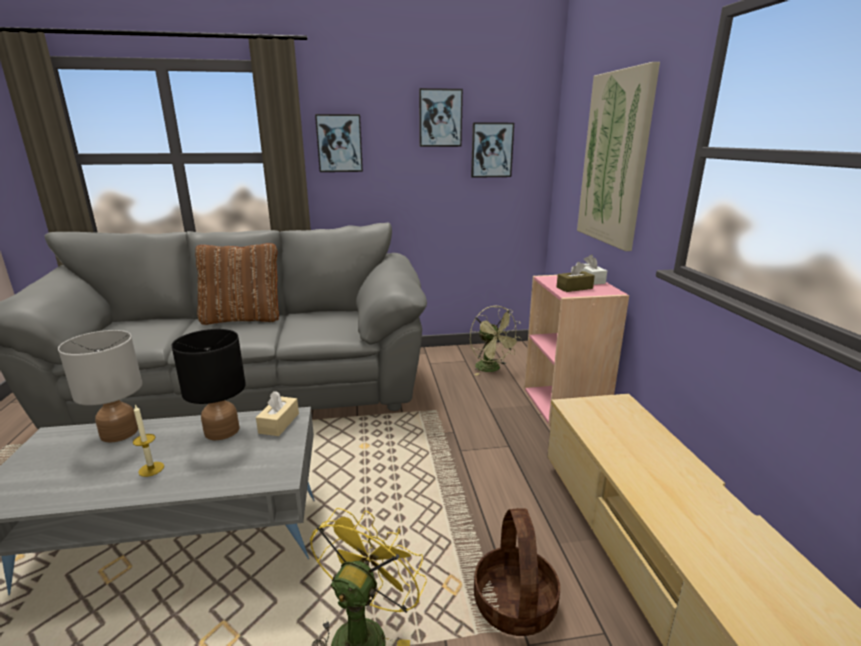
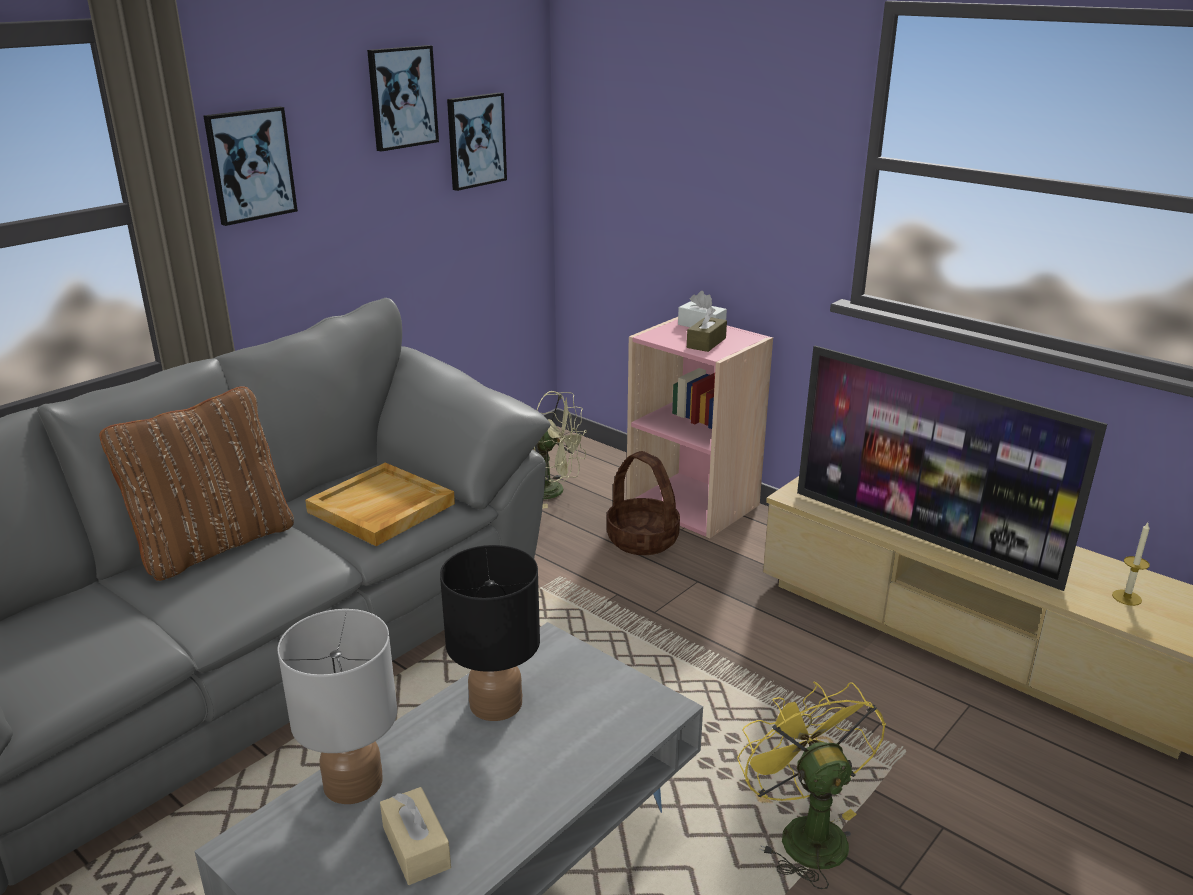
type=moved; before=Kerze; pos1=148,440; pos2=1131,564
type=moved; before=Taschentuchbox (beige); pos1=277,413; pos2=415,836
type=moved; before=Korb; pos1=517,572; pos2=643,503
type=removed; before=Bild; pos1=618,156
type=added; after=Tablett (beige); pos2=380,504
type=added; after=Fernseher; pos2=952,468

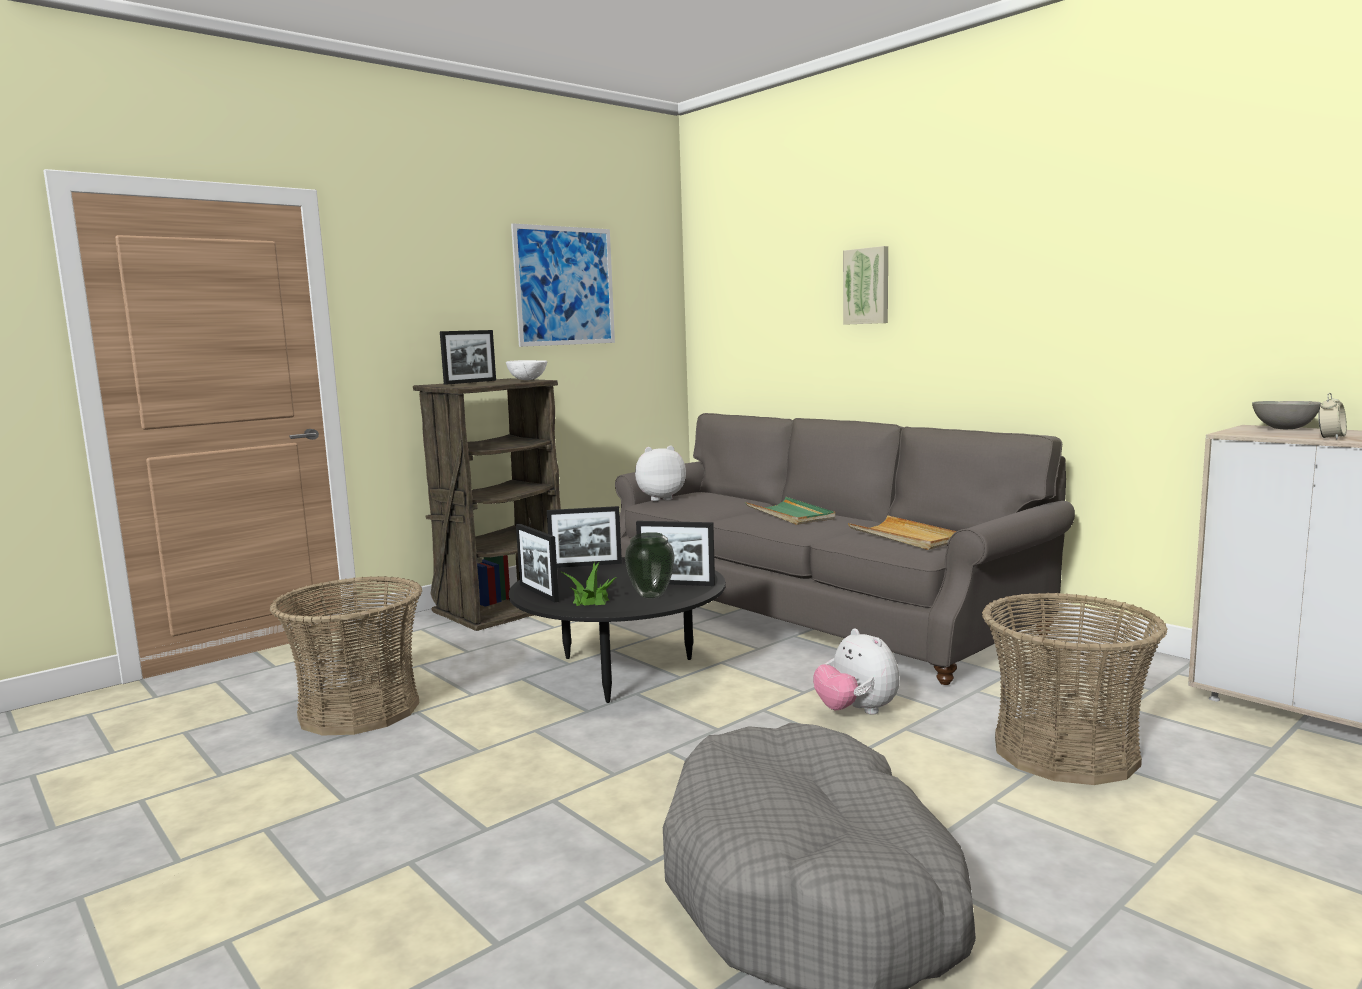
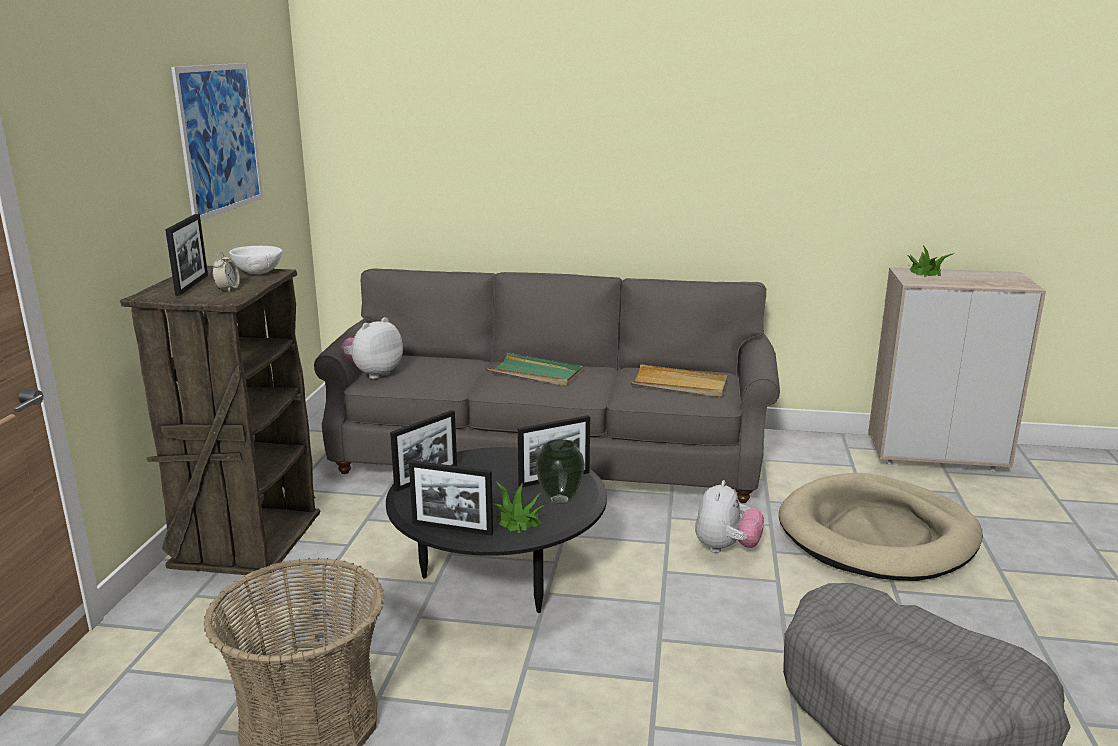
type=turned; before=Plüschtier; pos1=856,671; pos2=729,516; turn=-90
type=removed; before=Bild; pos1=865,285
type=replaced; before=Korb; after=Hundebett (beige); pos1=1075,688; pos2=881,527
type=replaced; before=Schüssel (grau); after=Topfpflanze; pos1=1286,415; pos2=931,261
type=moved; before=Wecker; pos1=1332,416; pos2=226,271

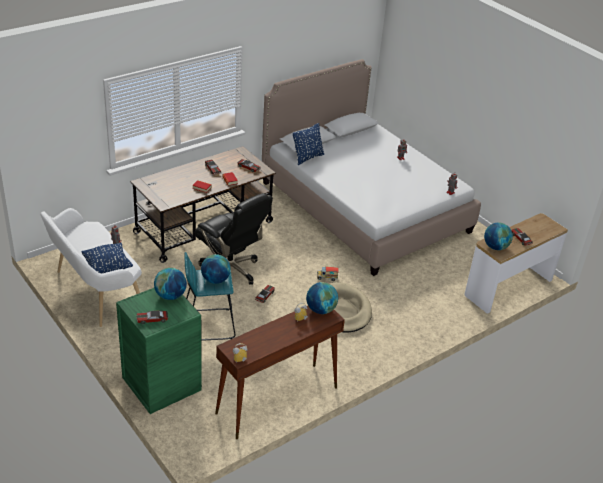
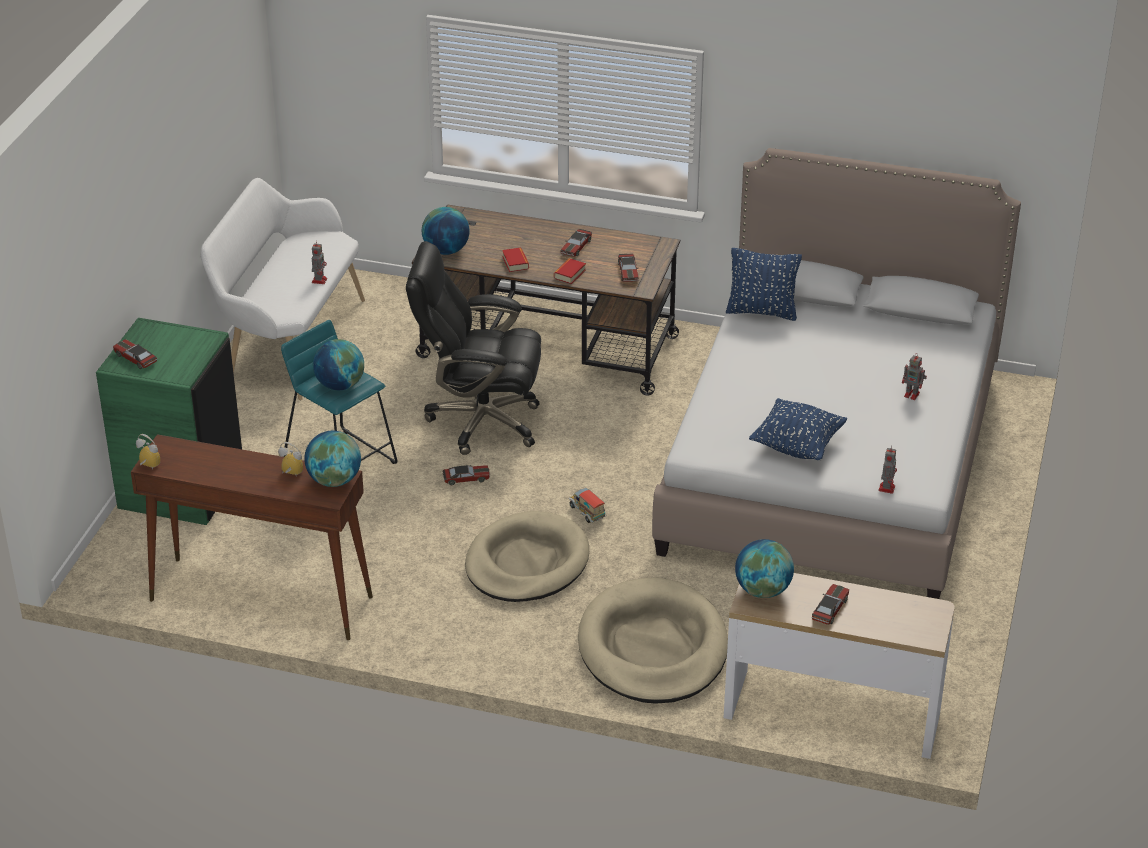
type=moved; before=Kissen (blau); pos1=107,257; pos2=798,429
type=moved; before=Globus; pos1=170,284; pos2=445,231
type=turned; before=Bürostuhl (schwarz); pos1=234,239; pos2=473,348; turn=90
type=added; after=Hundebett (beige); pos2=653,641

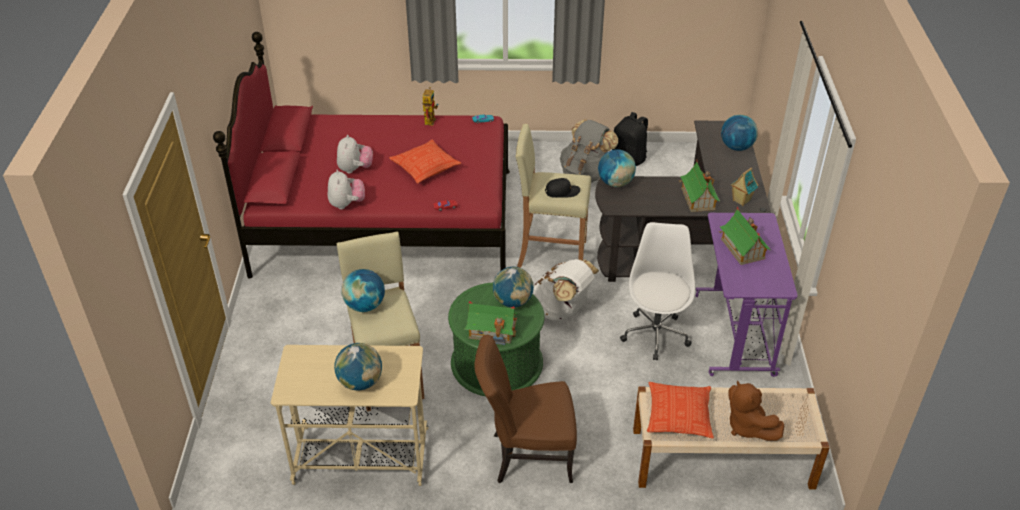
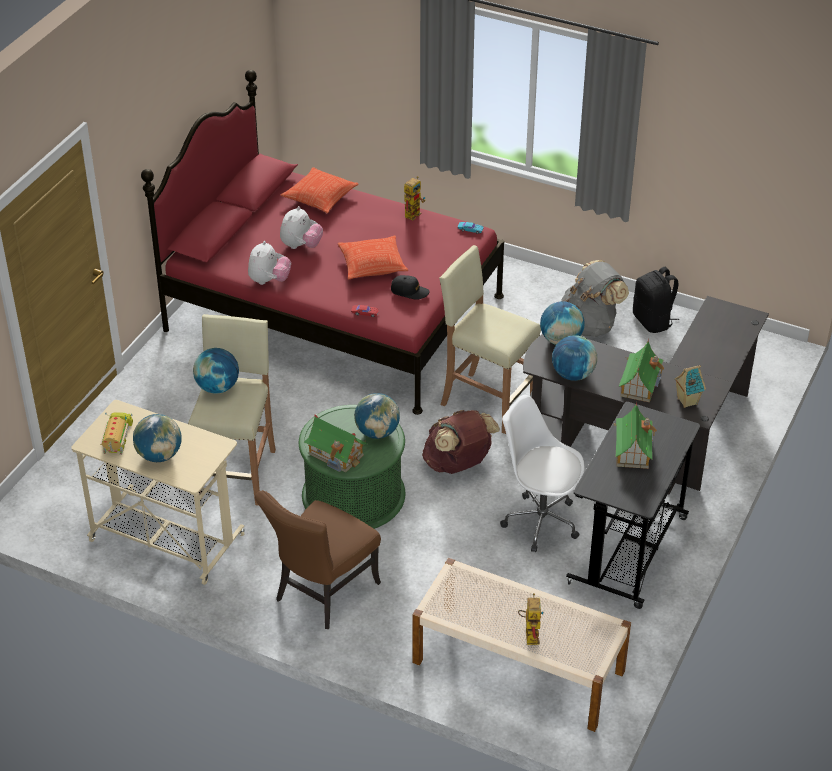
type=turned; before=Stuhl (braun); pos1=526,409; pos2=317,559; turn=-75
type=recoloured; before=Rucksack (weiß); after=Rucksack (braun); pos1=566,290; pos2=461,442
type=moved; before=Kappe (schwarz); pos1=562,188; pos2=410,287
type=turned; before=Bürostuhl (weiß); pos1=657,291; pos2=542,473; turn=-90
type=moved; before=Kissen (orange); pos1=680,410; pos2=320,190
type=recoloured; before=Schreibtisch (lila); after=Schreibtisch (schwarz); pos1=747,295; pos2=633,505
type=moved; before=Globus; pos1=739,133; pos2=574,358
type=replaced; before=Plüschtier (braun); after=Spielzeugroboter; pos1=756,410; pos2=530,619
type=added; after=Spielzeuglaster; pos2=116,433

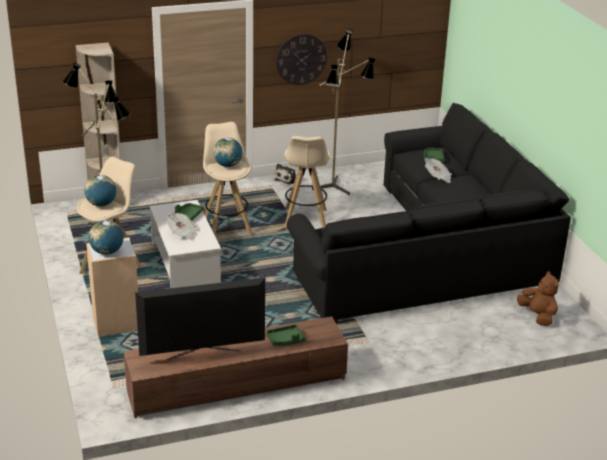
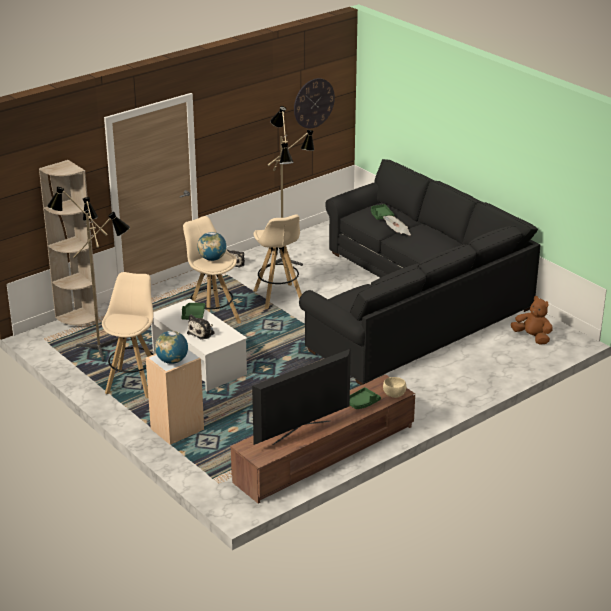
type=removed; before=Globus; pos1=100,190
type=replaced; before=Zeitung; after=Plüschtier; pos1=182,227; pos2=201,327
type=moved; before=Wanduhr; pos1=301,59; pos2=314,103
type=added; after=Schüssel (beige); pos2=394,387

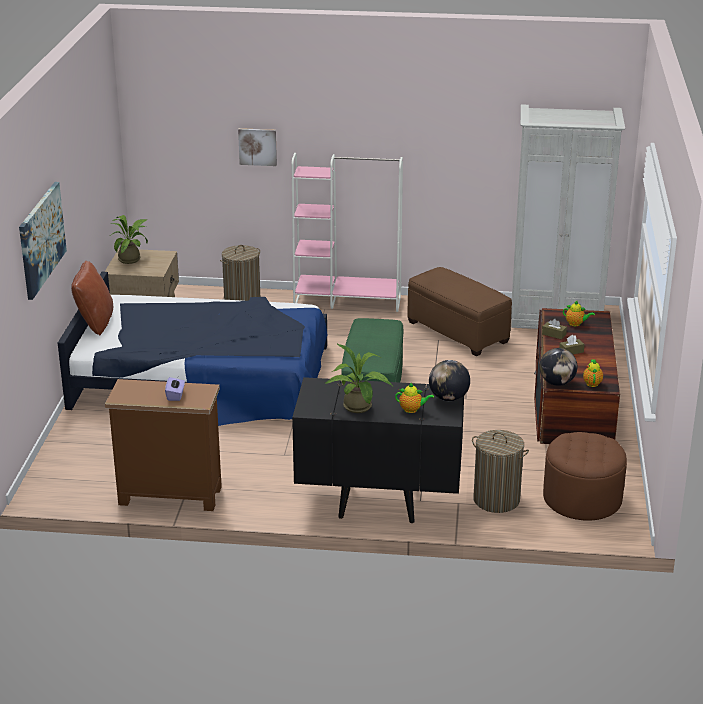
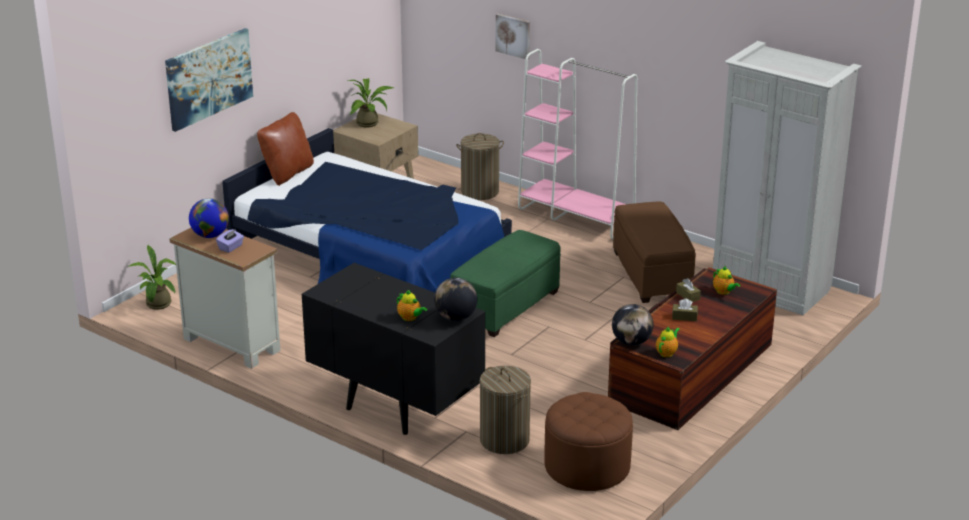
type=recoloured; before=Kommode (braun); after=Kommode (weiß); pos1=163,445; pos2=225,298
type=moved; before=Topfpflanze; pos1=359,378; pos2=152,277
type=added; after=Globus; pos2=209,218

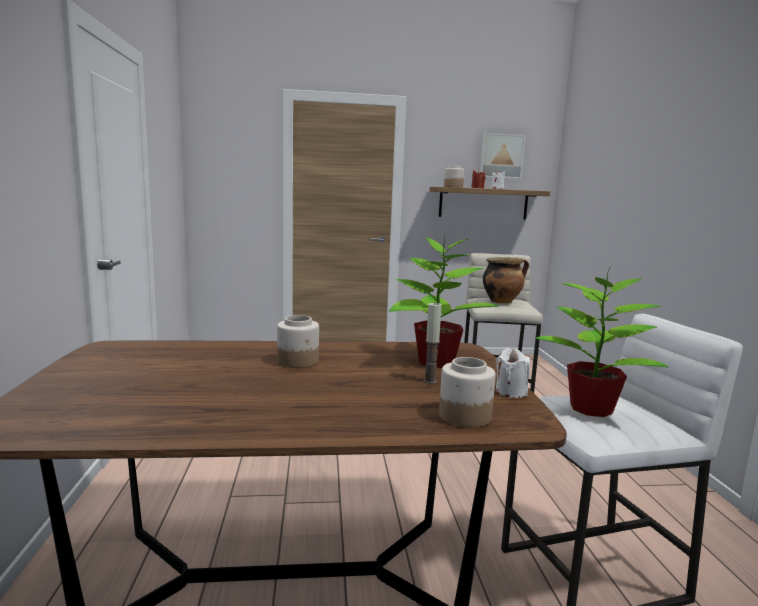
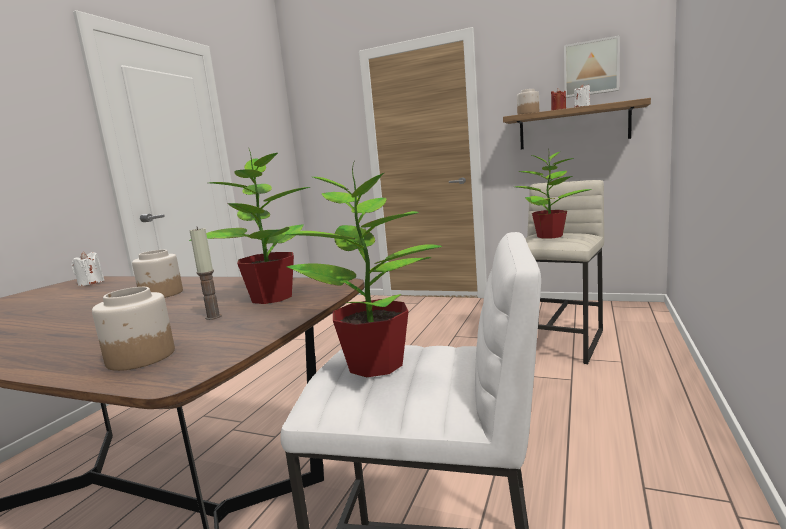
type=replaced; before=Kochtopf; after=Topfpflanze; pos1=506,280; pos2=554,193
type=moved; before=Kerze (weiß); pos1=513,373; pos2=87,269

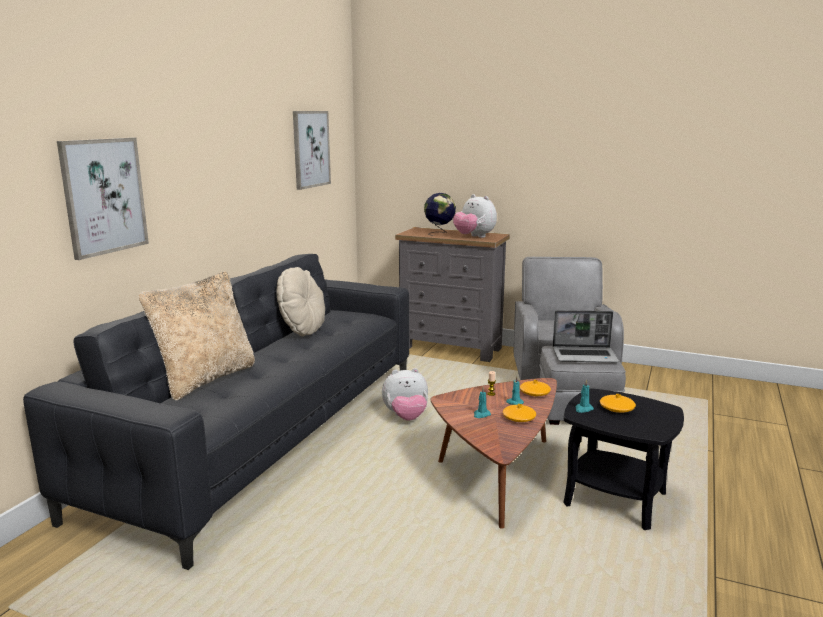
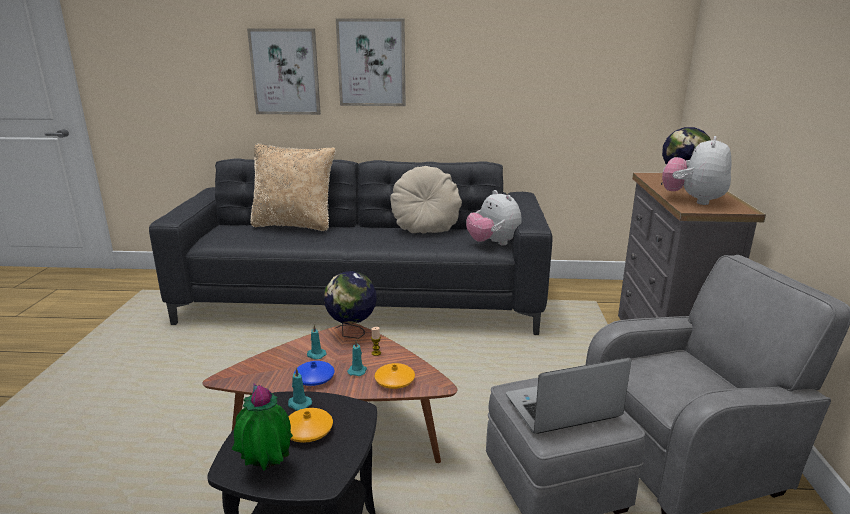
type=moved; before=Bild; pos1=312,150; pos2=370,62
type=moved; before=Plüschtier; pos1=405,394; pos2=494,217
type=recoloured; before=Vase (orange); after=Vase (blau); pos1=519,413; pos2=314,373
type=turned; before=Laptop; pos1=586,336; pos2=568,396; turn=90
type=added; after=Topfpflanze; pos2=262,427
type=added; after=Globus; pos2=350,305

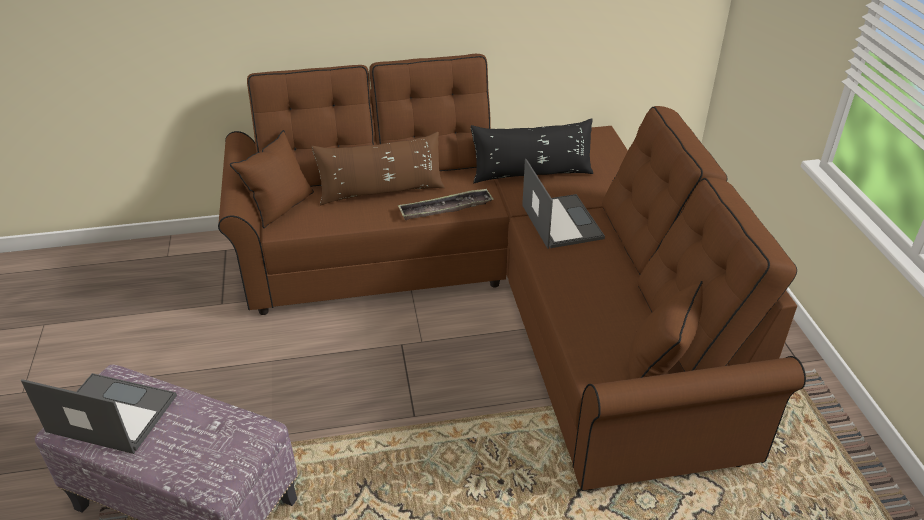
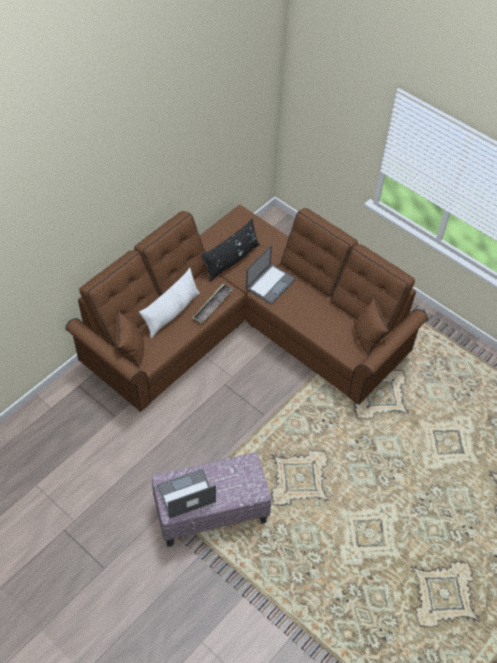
type=recoloured; before=Kissen (braun); after=Kissen (weiß); pos1=378,168; pos2=169,303
type=turned; before=Laptop; pos1=563,204; pos2=271,274; turn=90

